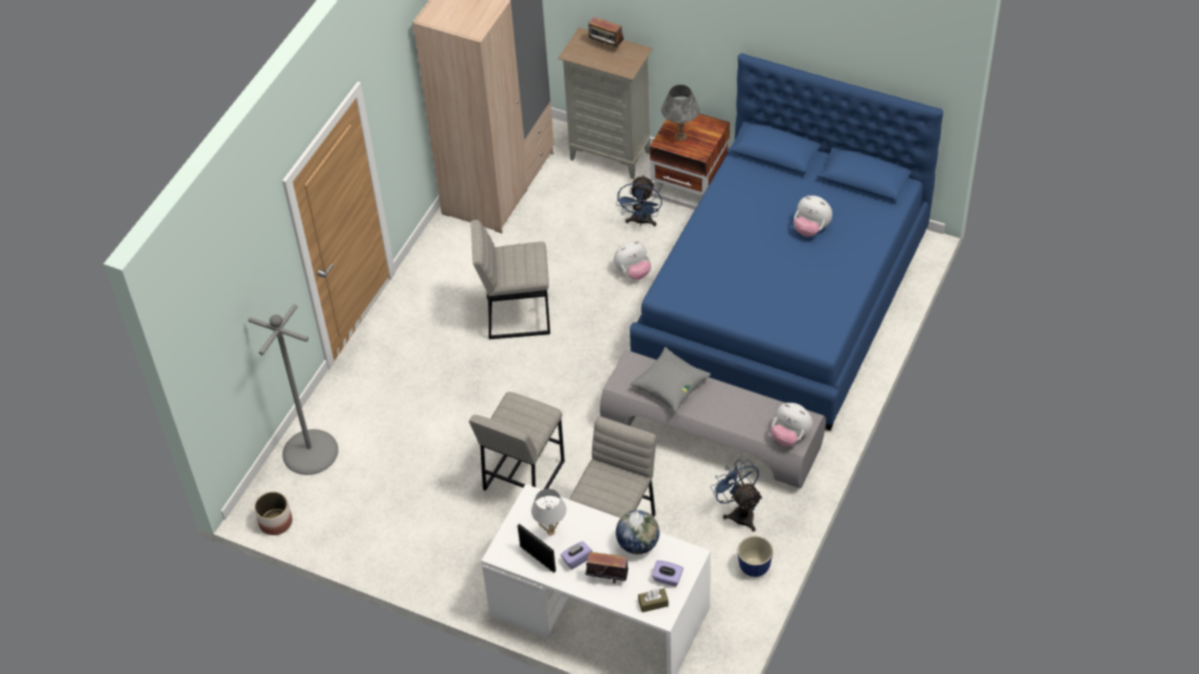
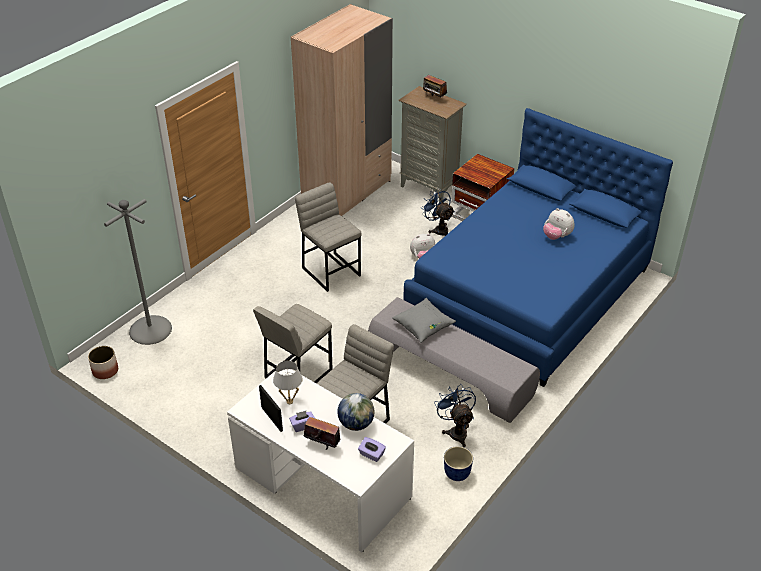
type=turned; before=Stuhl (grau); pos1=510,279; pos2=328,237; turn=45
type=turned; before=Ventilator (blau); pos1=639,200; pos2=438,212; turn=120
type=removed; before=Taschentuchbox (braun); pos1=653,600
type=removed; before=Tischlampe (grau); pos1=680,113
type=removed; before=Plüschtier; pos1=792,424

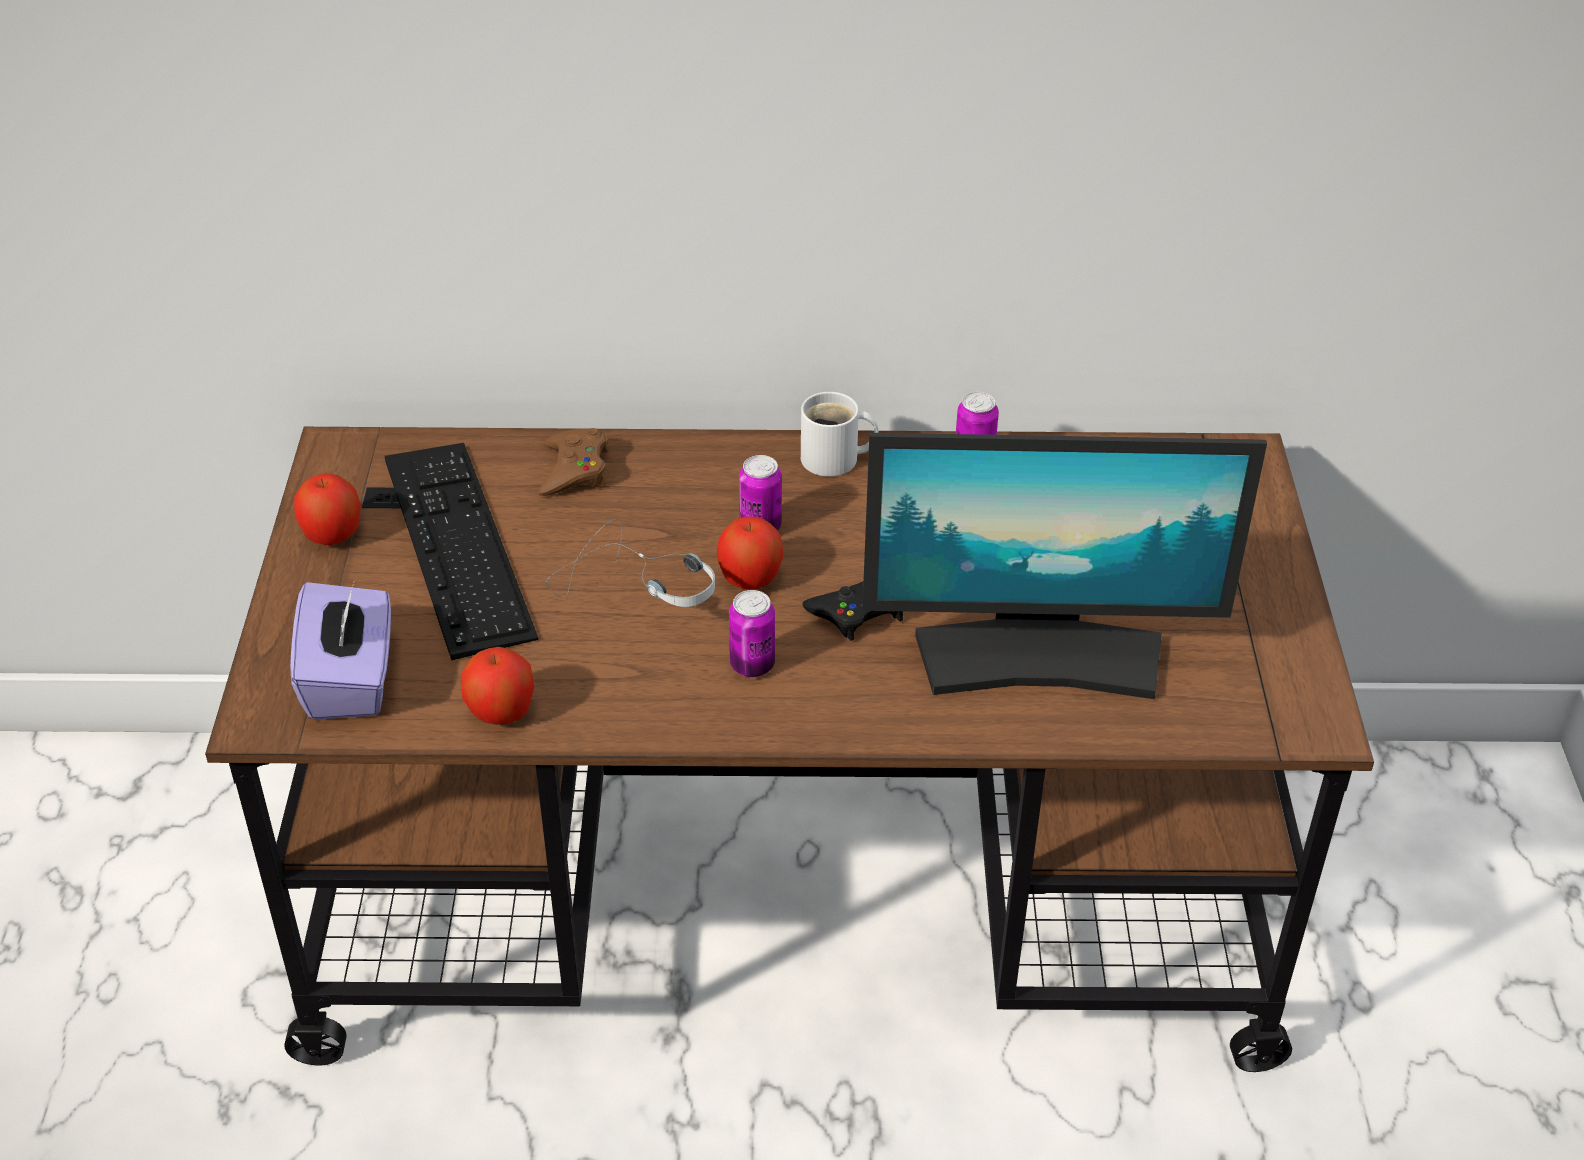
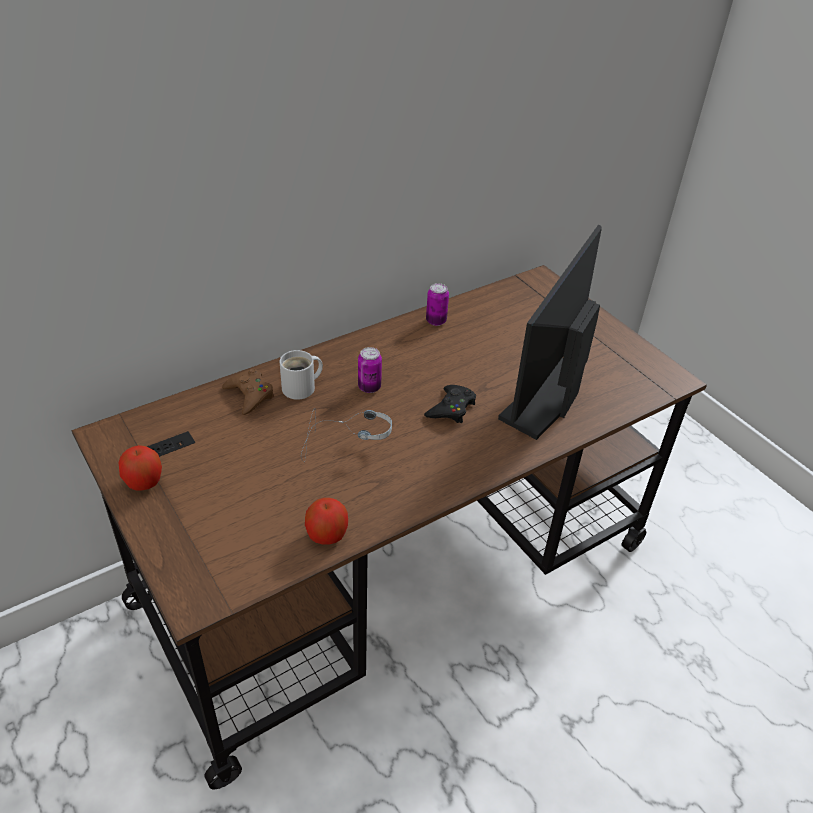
type=removed; before=Taschentuchbox (lila); pos1=340,651
type=removed; before=Tastatur; pos1=462,551
type=removed; before=Apfel; pos1=750,553
type=removed; before=Dose; pos1=752,633
type=moved; before=Henkelbecher (weiß); pos1=840,434; pos2=301,375
type=turned; before=Monitor; pos1=1064,566; pos2=550,332; turn=150

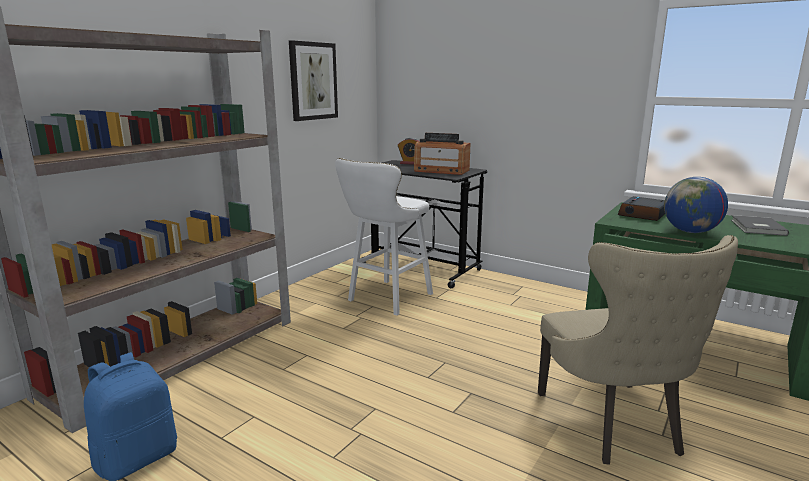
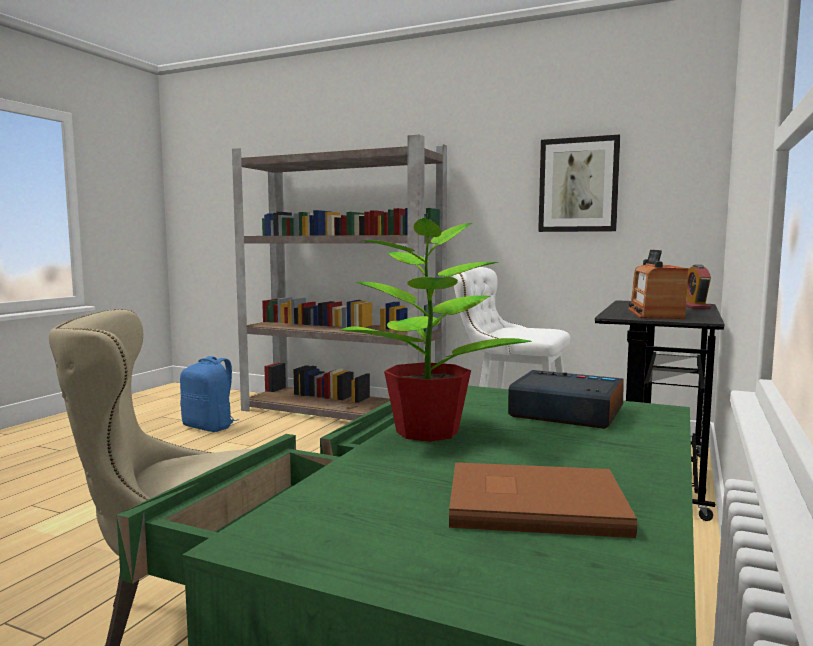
type=replaced; before=Globus; after=Topfpflanze; pos1=696,205; pos2=436,324
type=recoloured; before=Buch (grau); after=Buch (braun); pos1=760,225; pos2=543,500

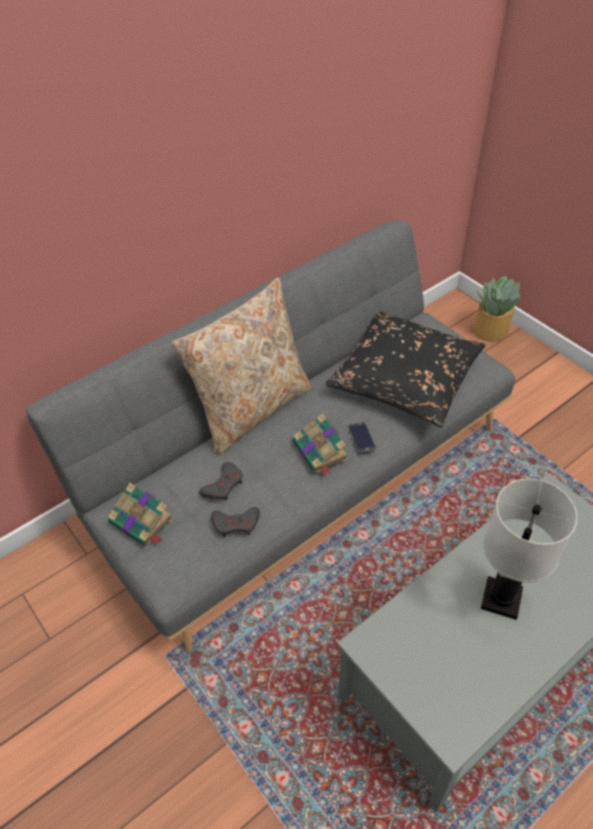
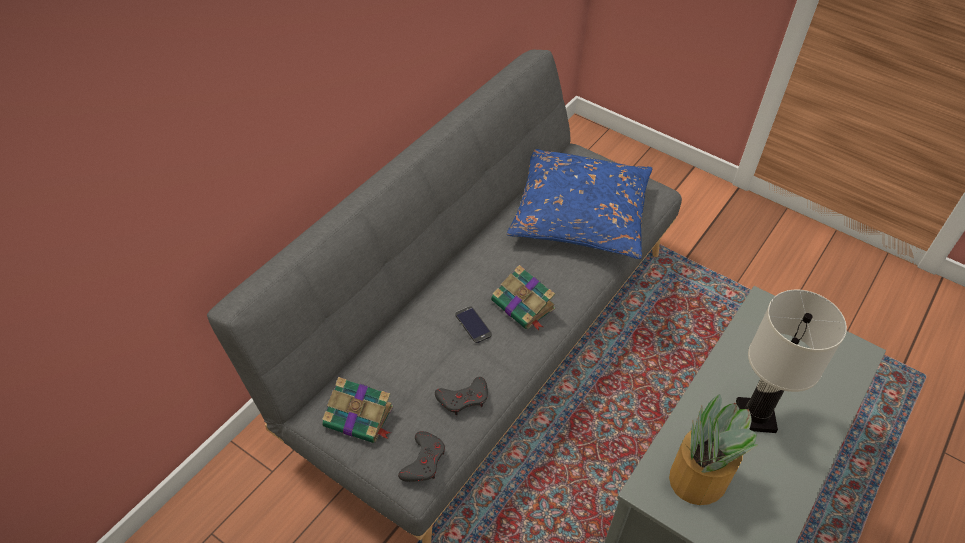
type=removed; before=Kissen (beige); pos1=242,366
type=moved; before=Gamepad (grau); pos1=221,481; pos2=421,456
type=recoloured; before=Kissen (schwarz); after=Kissen (blau); pos1=405,369; pos2=580,204
type=moved; before=Handy; pos1=362,438; pos2=473,324
type=moved; before=Topfpflanze; pos1=497,309; pos2=713,449

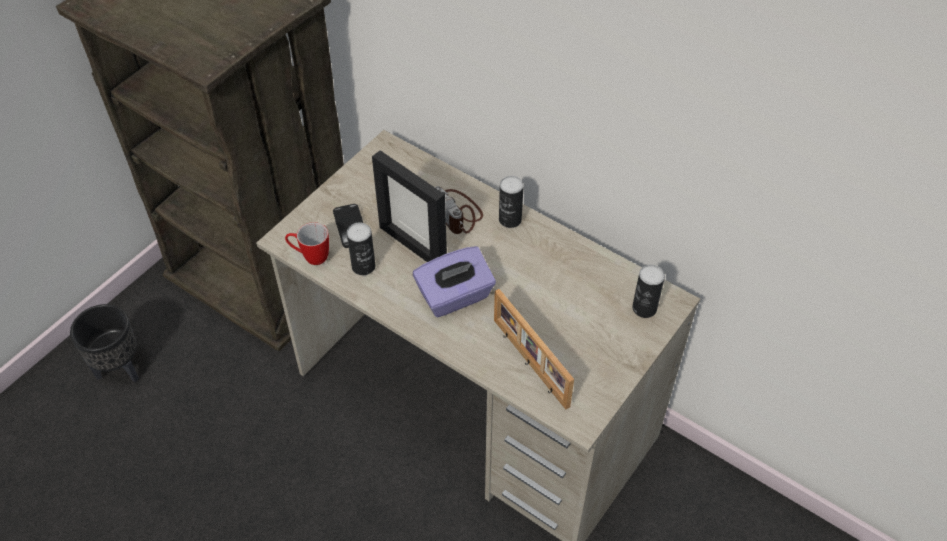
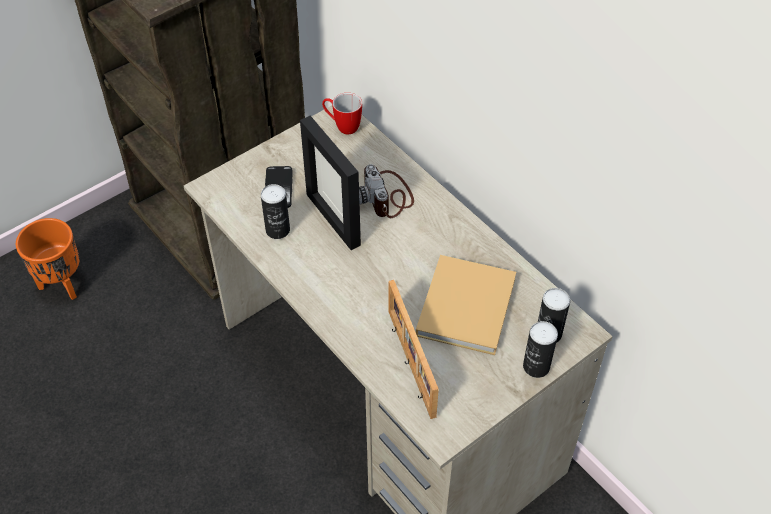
type=recoloured; before=Pflanzkübel (schwarz); after=Pflanzkübel (orange); pos1=104,343; pos2=48,259
type=moved; before=Henkelbecher; pos1=307,243; pos2=342,113
type=removed; before=Taschentuchbox (lila); pos1=454,281
type=moved; before=Dose; pos1=511,202; pos2=540,349
type=added; after=Buch (beige); pos2=466,305

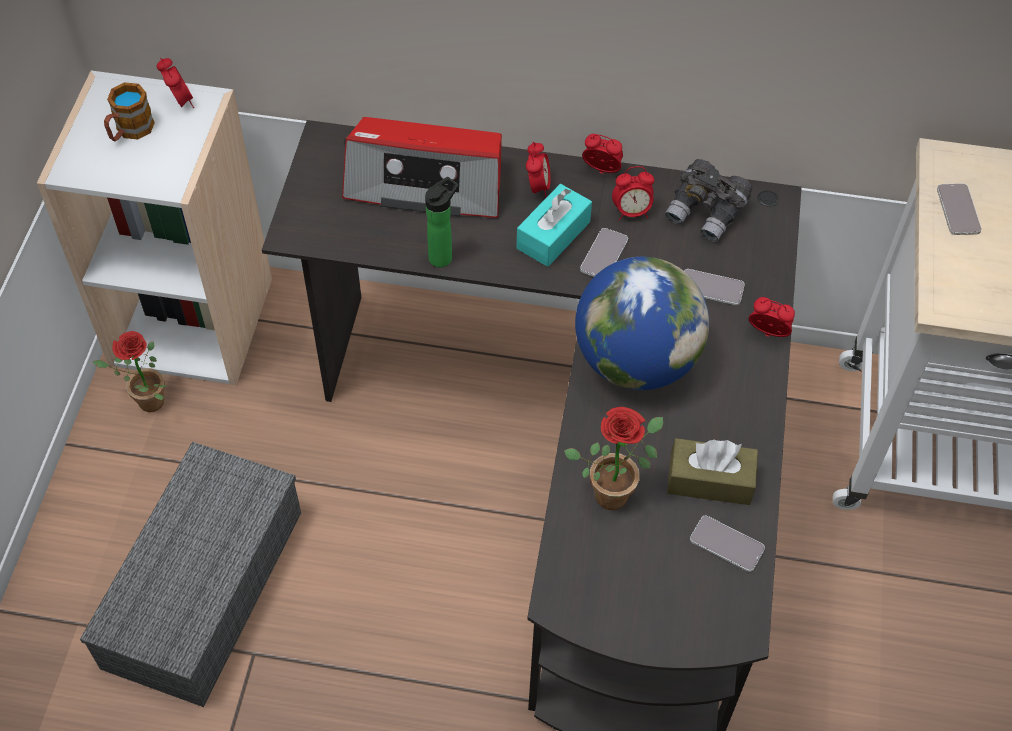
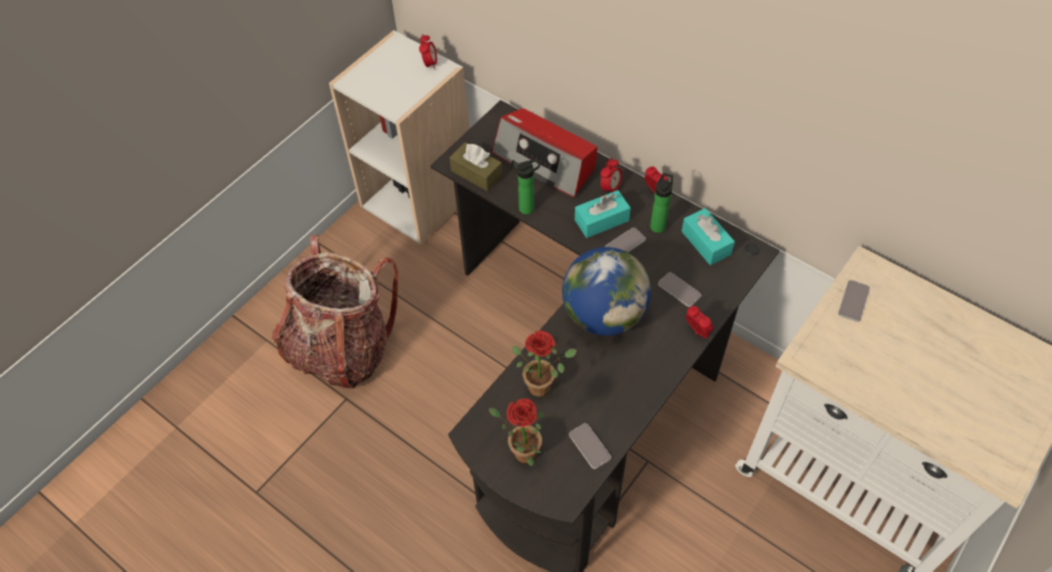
type=replaced; before=Aufbewahrungsbox (grau); after=Rucksack; pos1=190,574; pos2=335,312
type=moved; before=Topfpflanze; pos1=129,371; pos2=516,432
type=removed; before=Henkelbecher; pos1=129,111
type=replaced; before=Wecker; after=Flasche; pos1=633,193; pos2=661,203
type=replaced; before=Fernglas (grau); after=Taschentuchbox (türkis); pos1=708,200; pos2=708,236
type=moved; before=Taschentuchbox (braun); pos1=712,471; pos2=475,167

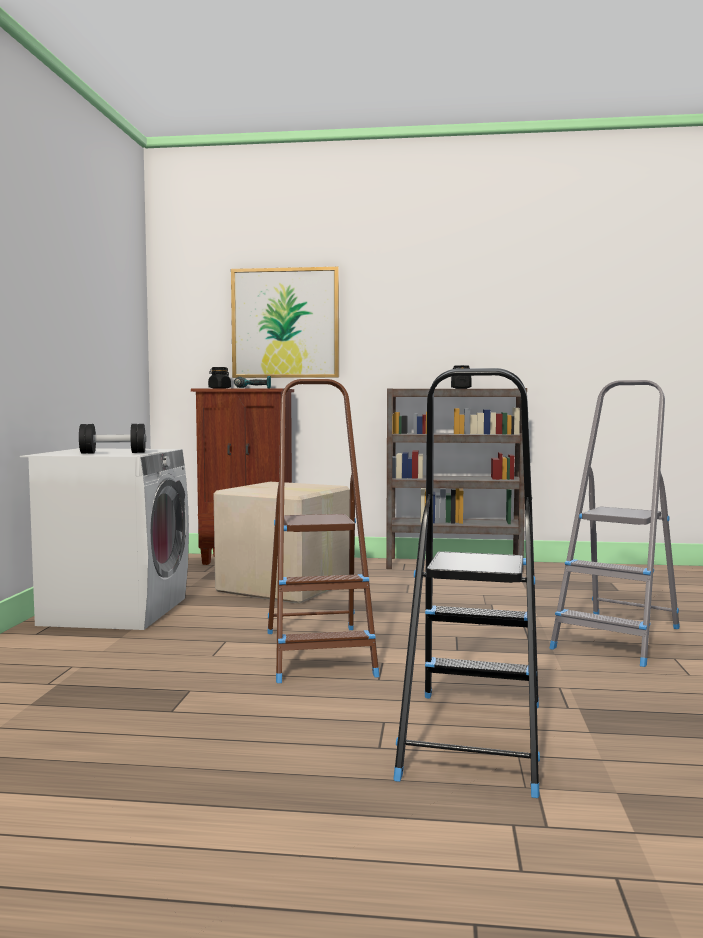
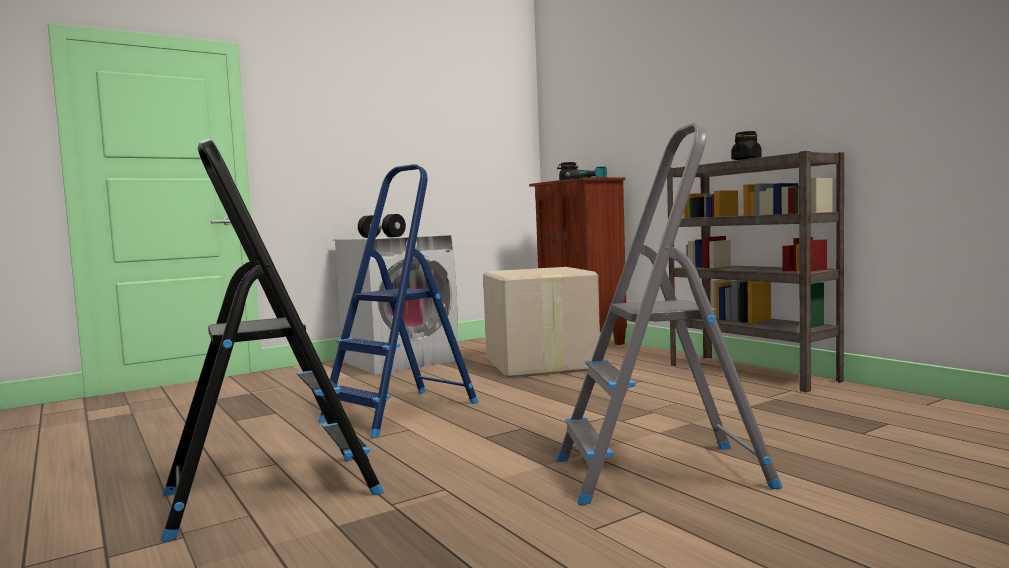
type=removed; before=Bild; pos1=285,322
type=recoloured; before=Trittleiter (braun); after=Trittleiter (blau); pos1=324,531; pos2=398,301

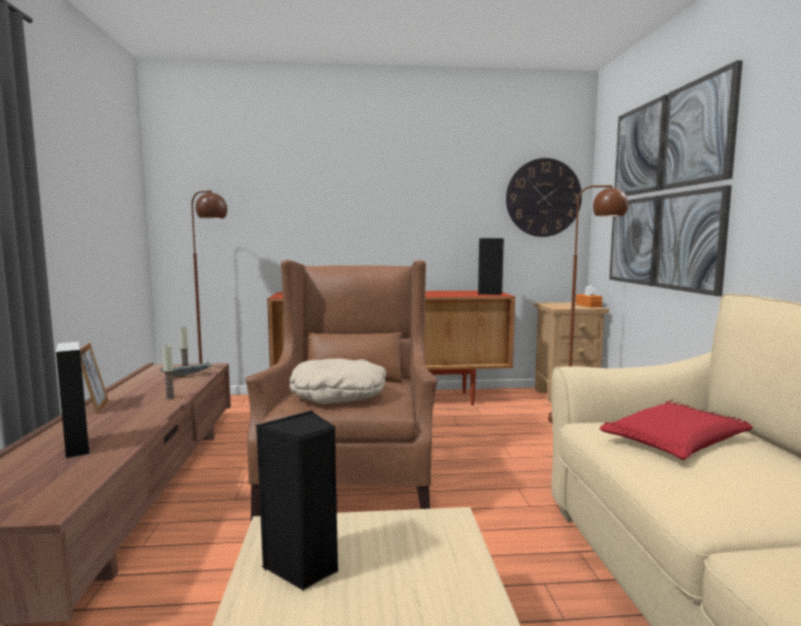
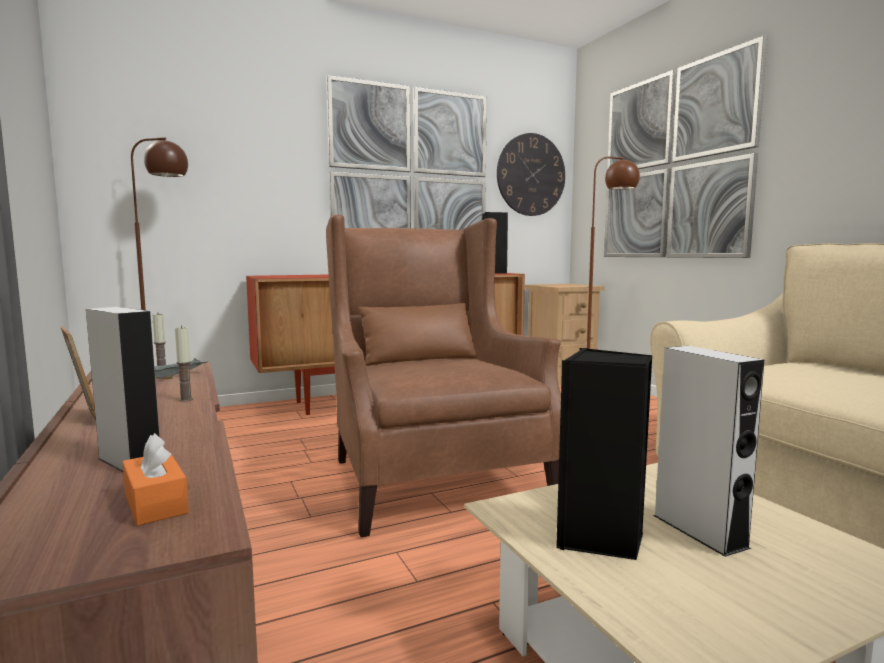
type=removed; before=Kissen (beige); pos1=338,381
type=moved; before=Taschentuchbox (orange); pos1=589,296; pos2=156,479
type=removed; before=Kissen (rot); pos1=676,429
type=added; after=Bild; pos2=406,152
type=added; after=Lautsprecher (grau); pos2=708,451

